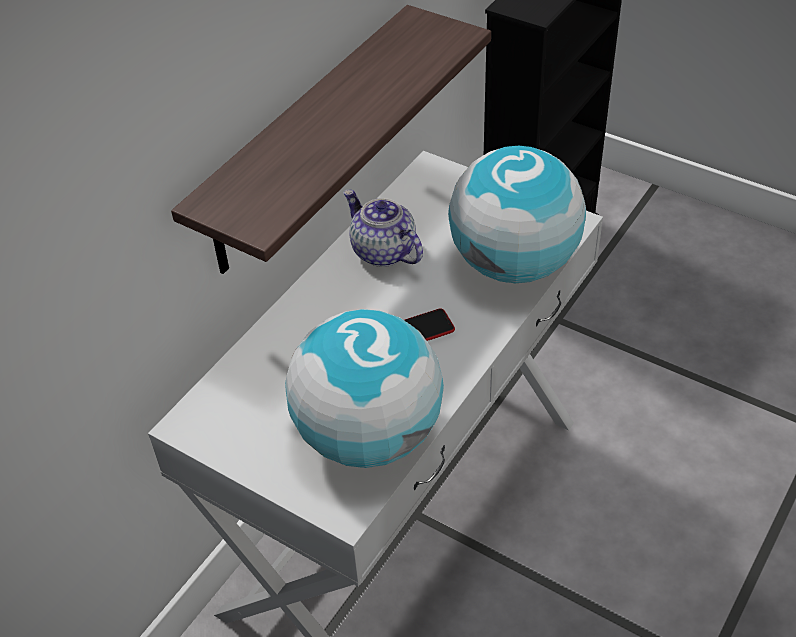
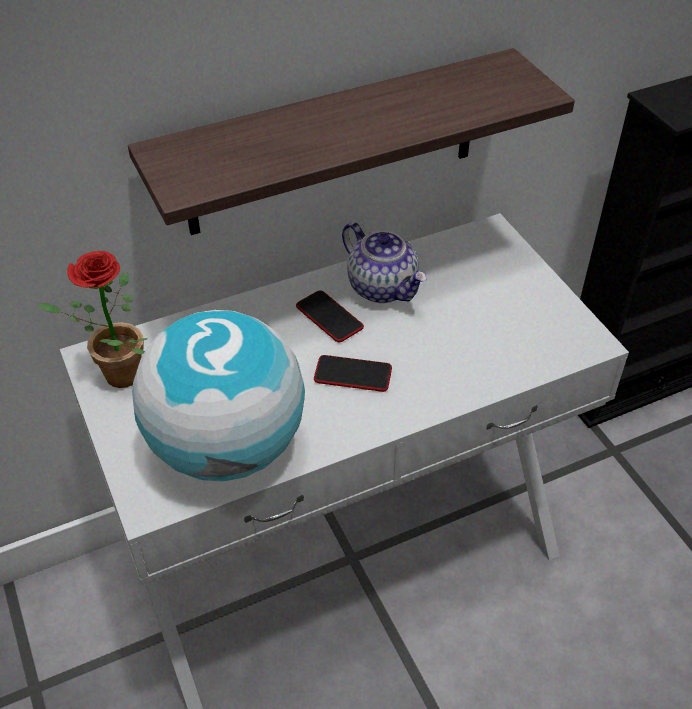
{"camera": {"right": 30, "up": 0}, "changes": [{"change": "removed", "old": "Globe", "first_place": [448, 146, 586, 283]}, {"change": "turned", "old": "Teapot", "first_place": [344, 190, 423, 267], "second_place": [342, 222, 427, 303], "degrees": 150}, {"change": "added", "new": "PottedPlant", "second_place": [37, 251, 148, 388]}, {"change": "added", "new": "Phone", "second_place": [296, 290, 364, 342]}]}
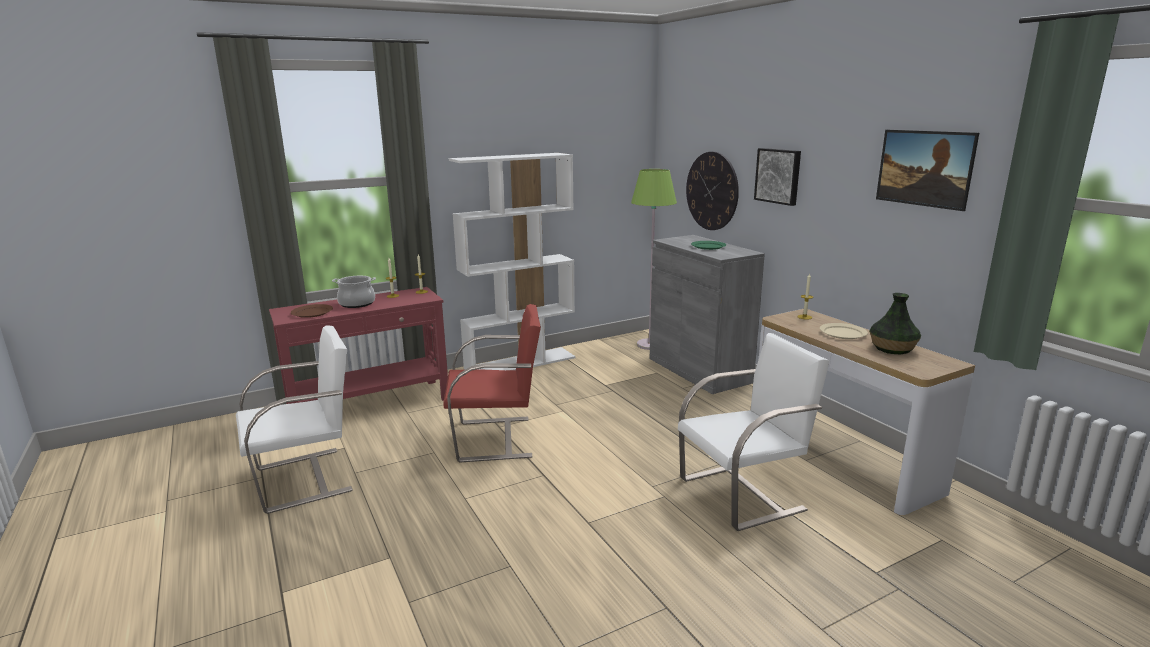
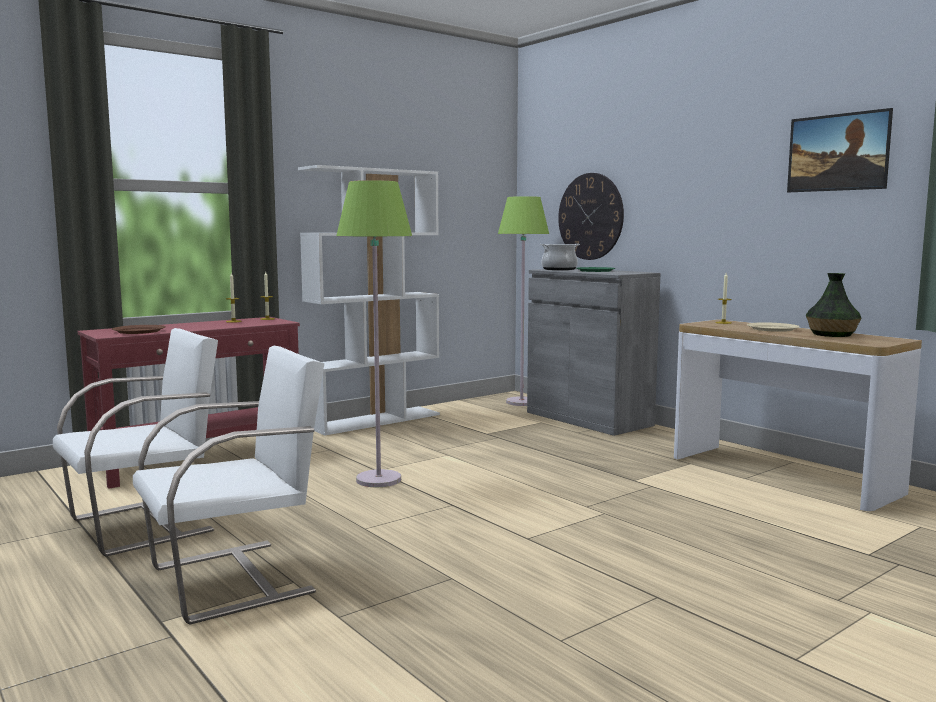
{"camera": {"right": -10, "up": -10}, "changes": [{"change": "removed", "old": "Picture", "first_place": [754, 148, 801, 206]}, {"change": "moved", "old": "CookingPot", "first_place": [332, 276, 376, 308], "second_place": [540, 244, 580, 270]}, {"change": "replaced", "old": "RedChair", "new": "GreenFloorLamp", "first_place": [443, 304, 541, 462], "second_place": [336, 180, 412, 487]}, {"change": "moved", "old": "WhiteChair", "first_place": [678, 333, 830, 531], "second_place": [133, 346, 324, 625]}]}
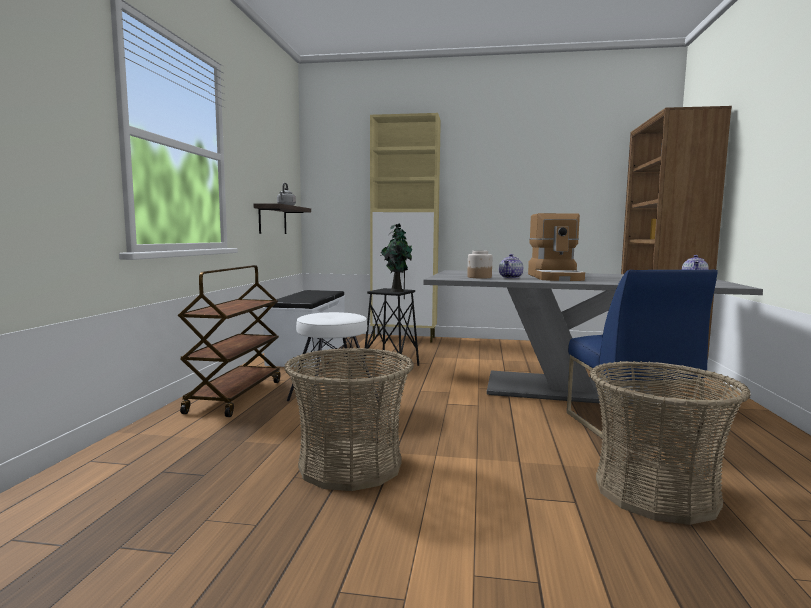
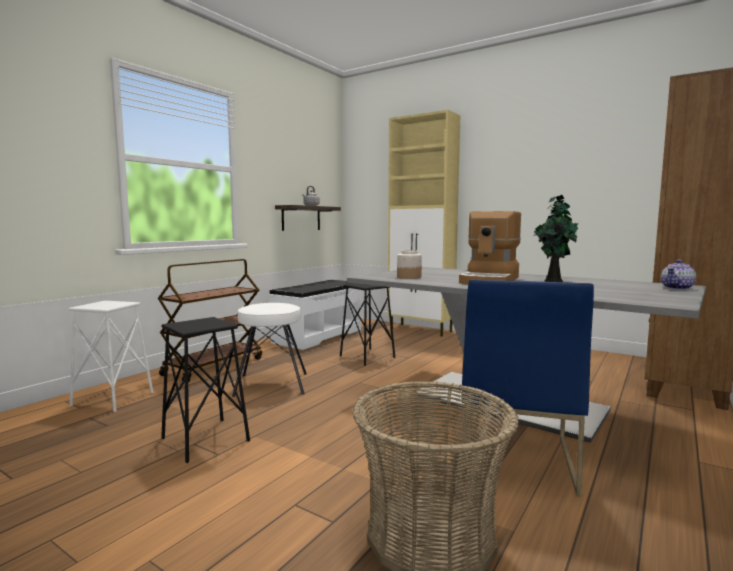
{"camera": {"right": 25, "up": 0}, "changes": [{"change": "moved", "old": "PottedPlant", "first_place": [380, 223, 412, 292], "second_place": [533, 195, 579, 282]}, {"change": "removed", "old": "Teapot", "first_place": [499, 254, 523, 278]}, {"change": "replaced", "old": "Basket", "new": "BlackStool", "first_place": [284, 348, 414, 491], "second_place": [161, 317, 250, 463]}, {"change": "added", "new": "WhiteStool", "second_place": [69, 301, 153, 412]}]}
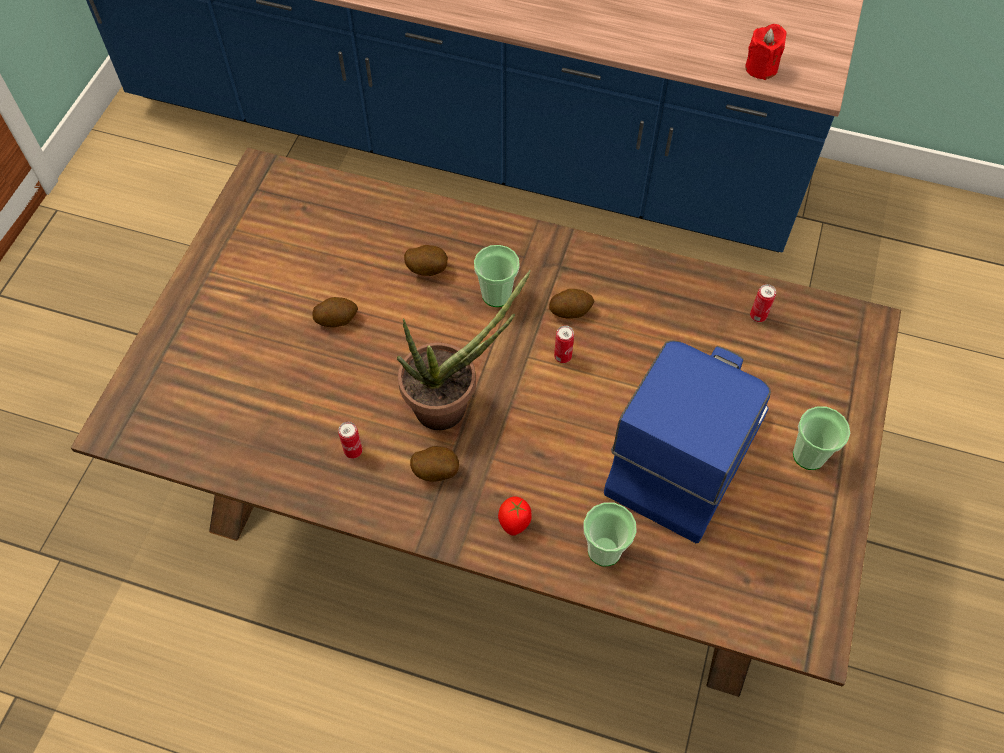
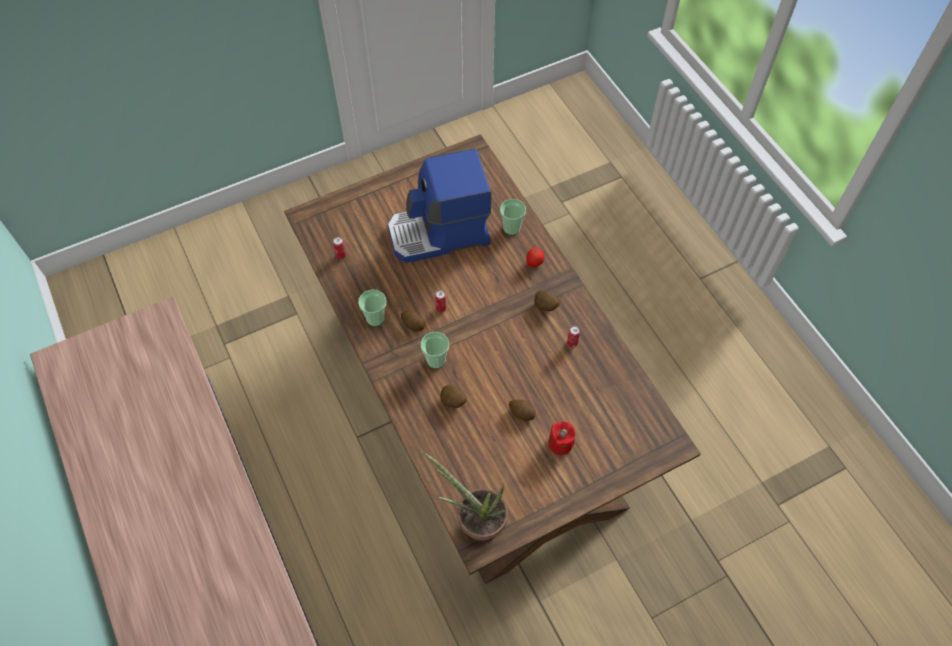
{"camera": {"right": -135, "up": 0}, "changes": [{"change": "moved", "old": "RedCandle", "first_place": [745, 24, 787, 80], "second_place": [548, 421, 575, 455]}, {"change": "moved", "old": "PottedPlant", "first_place": [397, 270, 531, 430], "second_place": [423, 452, 508, 543]}, {"change": "moved", "old": "Cup", "first_place": [793, 406, 850, 470], "second_place": [358, 290, 386, 327]}]}
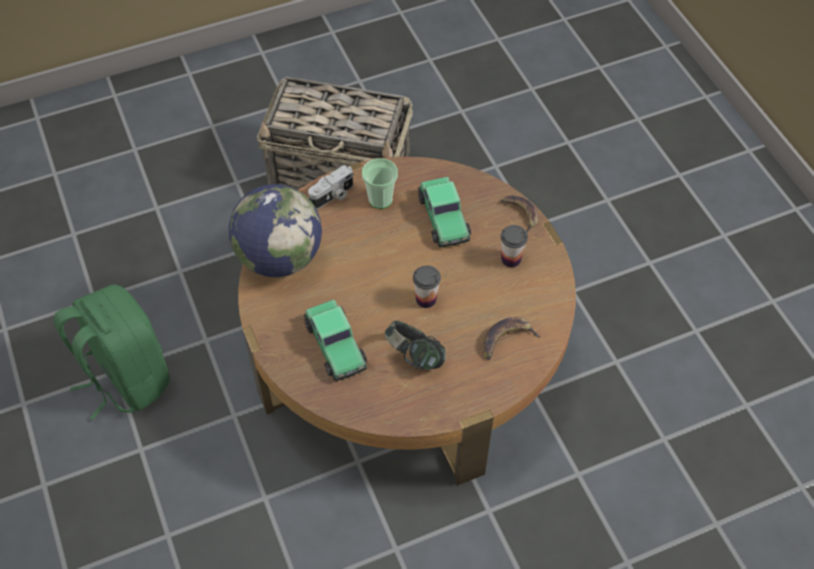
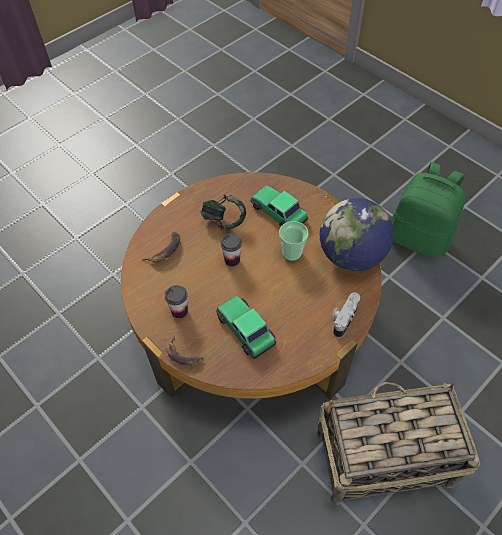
{"camera": {"right": 160, "up": 0}, "changes": [{"change": "moved", "old": "Cup", "first_place": [362, 158, 398, 209], "second_place": [279, 221, 308, 261]}]}
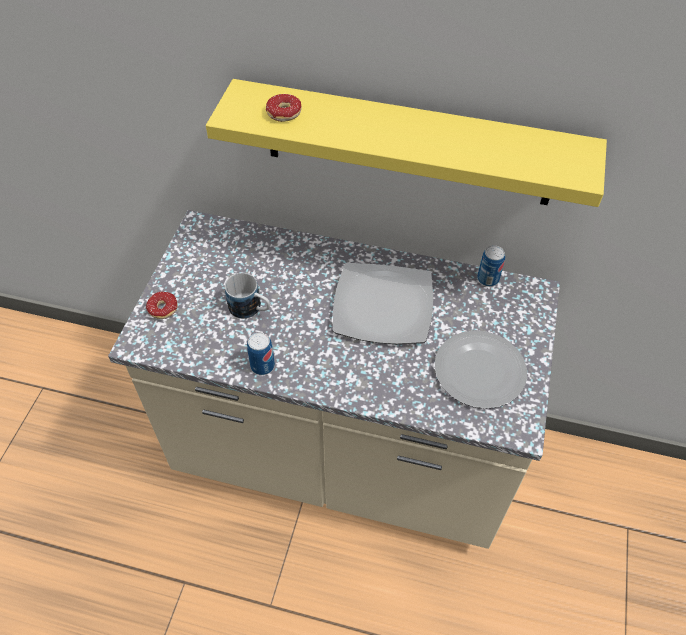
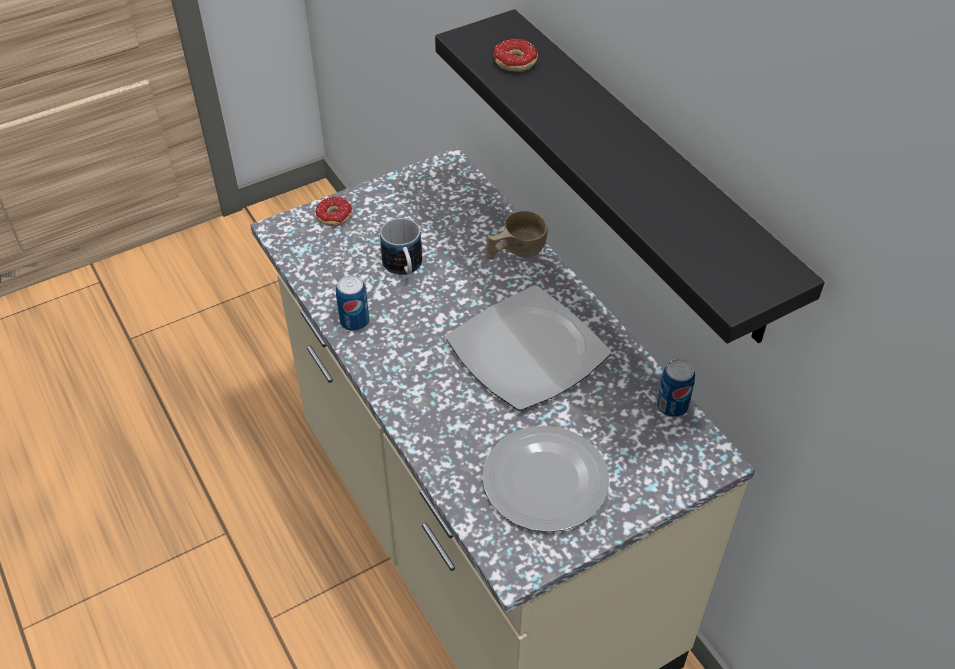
{"camera": {"right": 45, "up": -5}, "changes": [{"change": "recoloured", "old": "YellowShelf", "new": "BlackShelf", "first_place": [206, 79, 607, 207], "second_place": [435, 9, 825, 344]}, {"change": "added", "new": "BeigeCup", "second_place": [486, 211, 548, 260]}]}
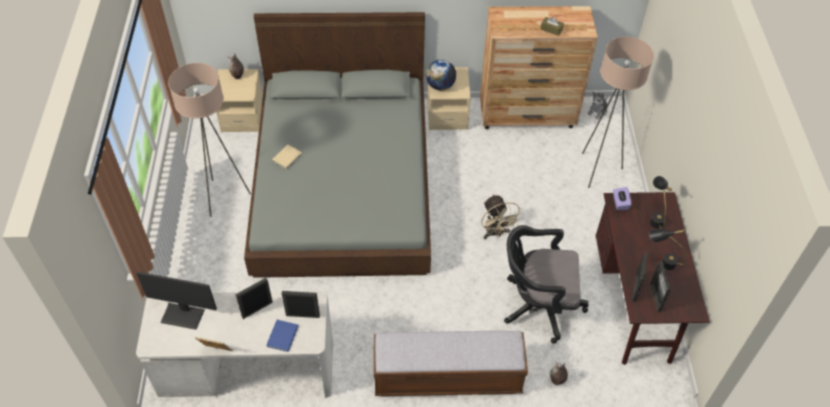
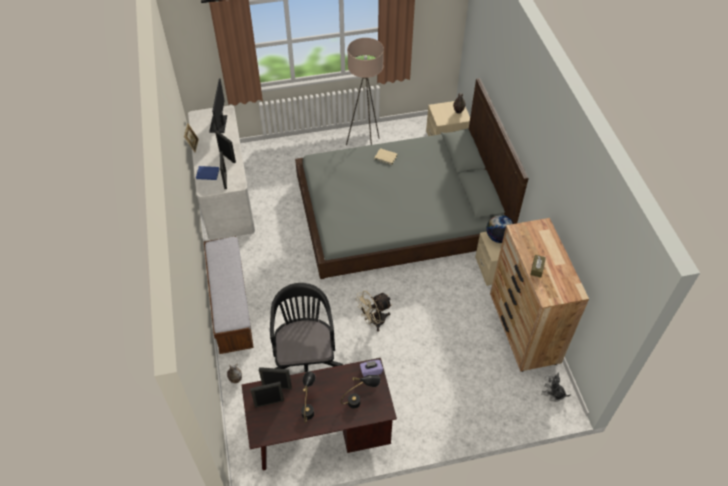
{"camera": {"right": 80, "up": 0}, "changes": [{"change": "removed", "old": "BeigeFloorLamp", "first_place": [582, 37, 654, 188]}]}
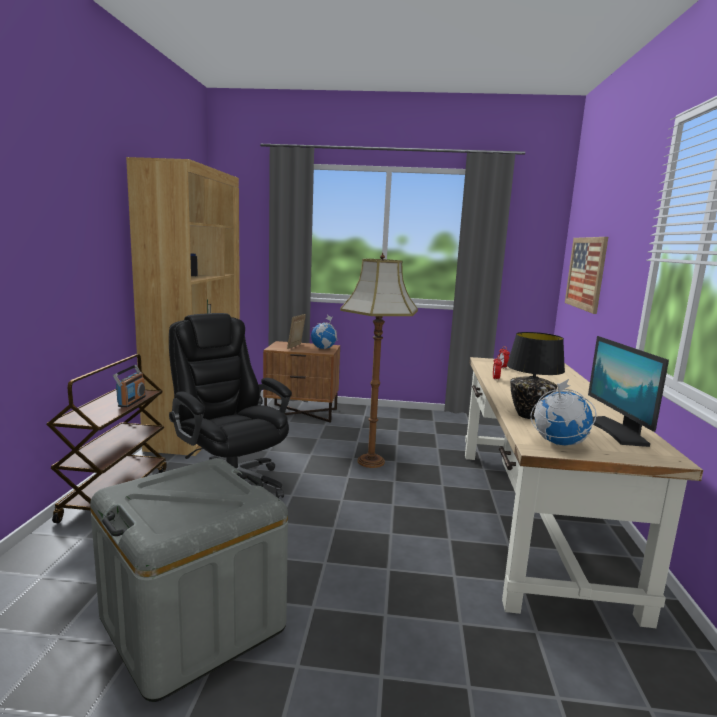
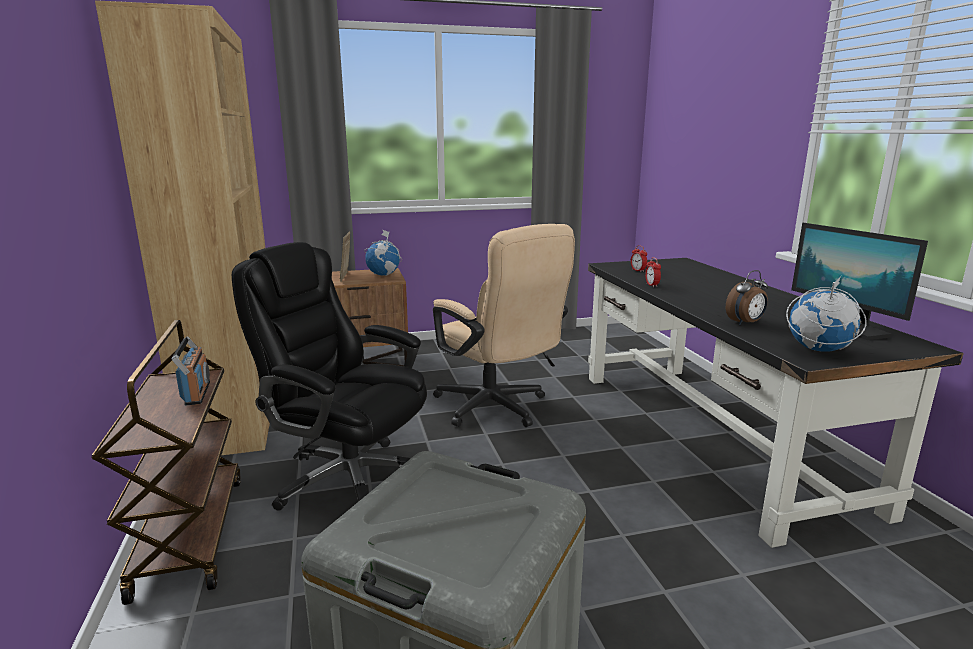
{"camera": {"right": -20, "up": 5}, "changes": [{"change": "removed", "old": "Picture", "first_place": [565, 237, 608, 314]}, {"change": "replaced", "old": "FloorLamp", "new": "BeigeOfficeChair", "first_place": [340, 252, 418, 468], "second_place": [433, 224, 575, 427]}, {"change": "replaced", "old": "BlackTableLamp", "new": "AlarmClock", "first_place": [507, 332, 565, 419], "second_place": [726, 270, 768, 325]}, {"change": "recoloured", "old": "BeigeDesk", "new": "BlackDesk", "first_place": [465, 357, 703, 628], "second_place": [588, 258, 964, 548]}]}
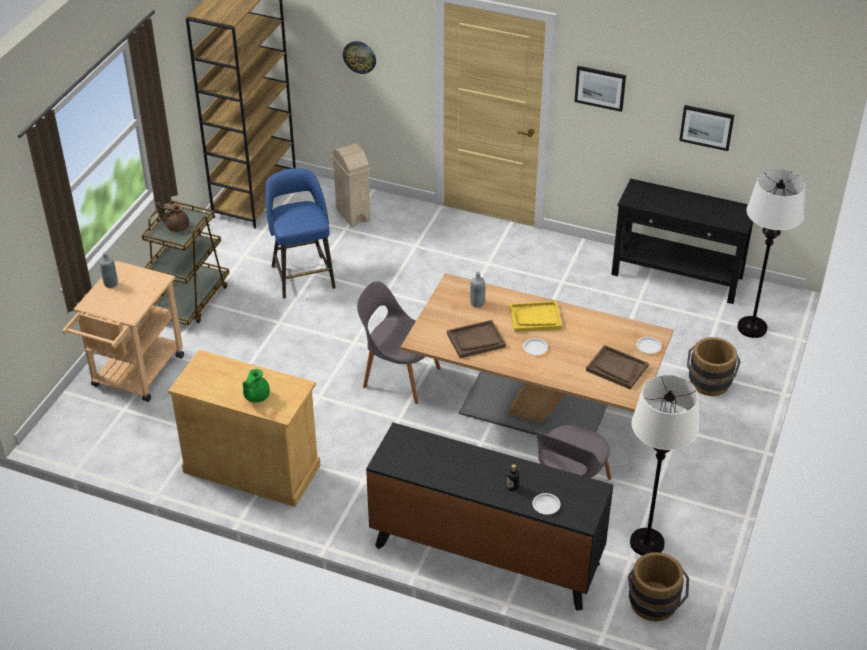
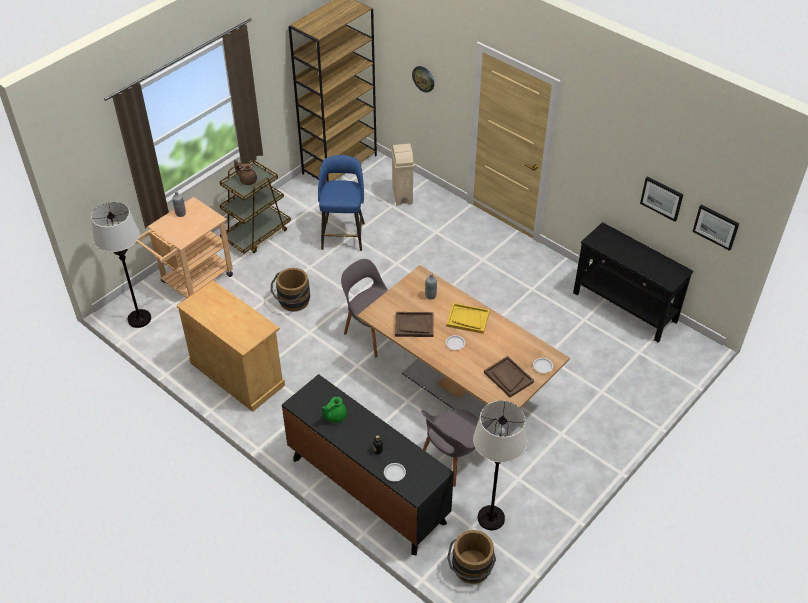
{"camera": {"right": 20, "up": 5}, "changes": [{"change": "moved", "old": "Picture", "first_place": [575, 66, 626, 112], "second_place": [692, 205, 739, 251]}, {"change": "moved", "old": "WhiteFloorLamp", "first_place": [737, 169, 805, 338], "second_place": [91, 202, 151, 328]}, {"change": "moved", "old": "BrownBucket", "first_place": [687, 337, 740, 396], "second_place": [271, 268, 310, 311]}, {"change": "moved", "old": "GreenTeapot", "first_place": [243, 369, 270, 402], "second_place": [322, 396, 347, 423]}]}
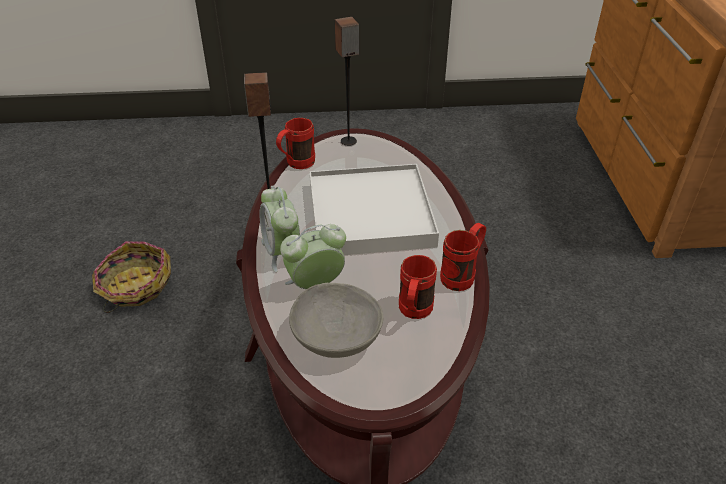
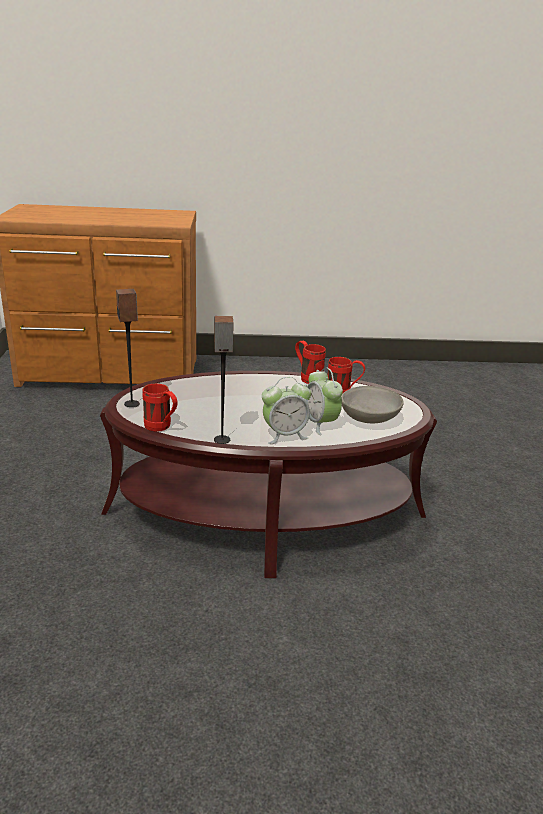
{"camera": {"right": -90, "up": -15}, "changes": [{"change": "removed", "old": "WhiteTray", "first_place": [310, 164, 439, 255]}, {"change": "removed", "old": "Basket", "first_place": [92, 241, 171, 313]}]}
